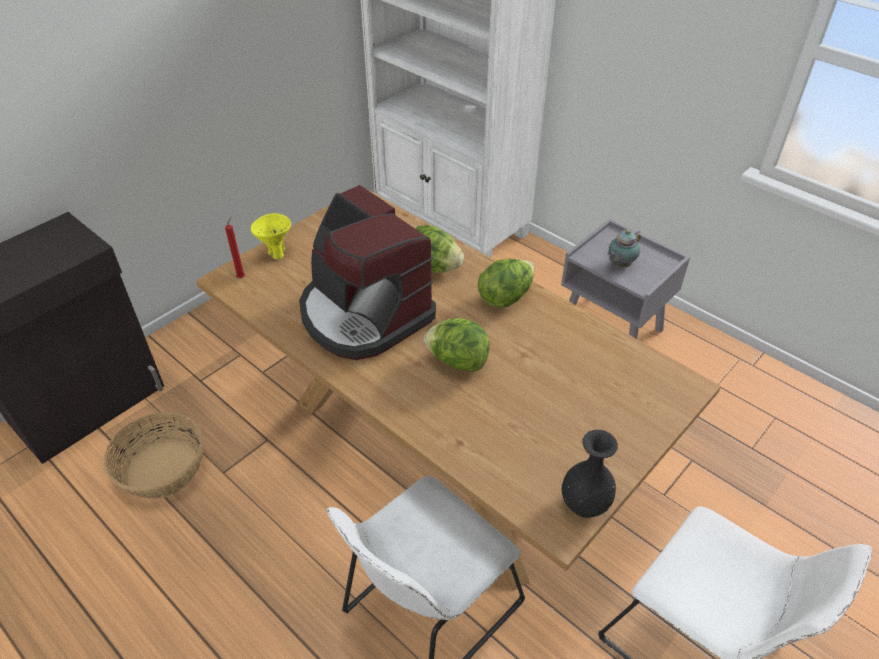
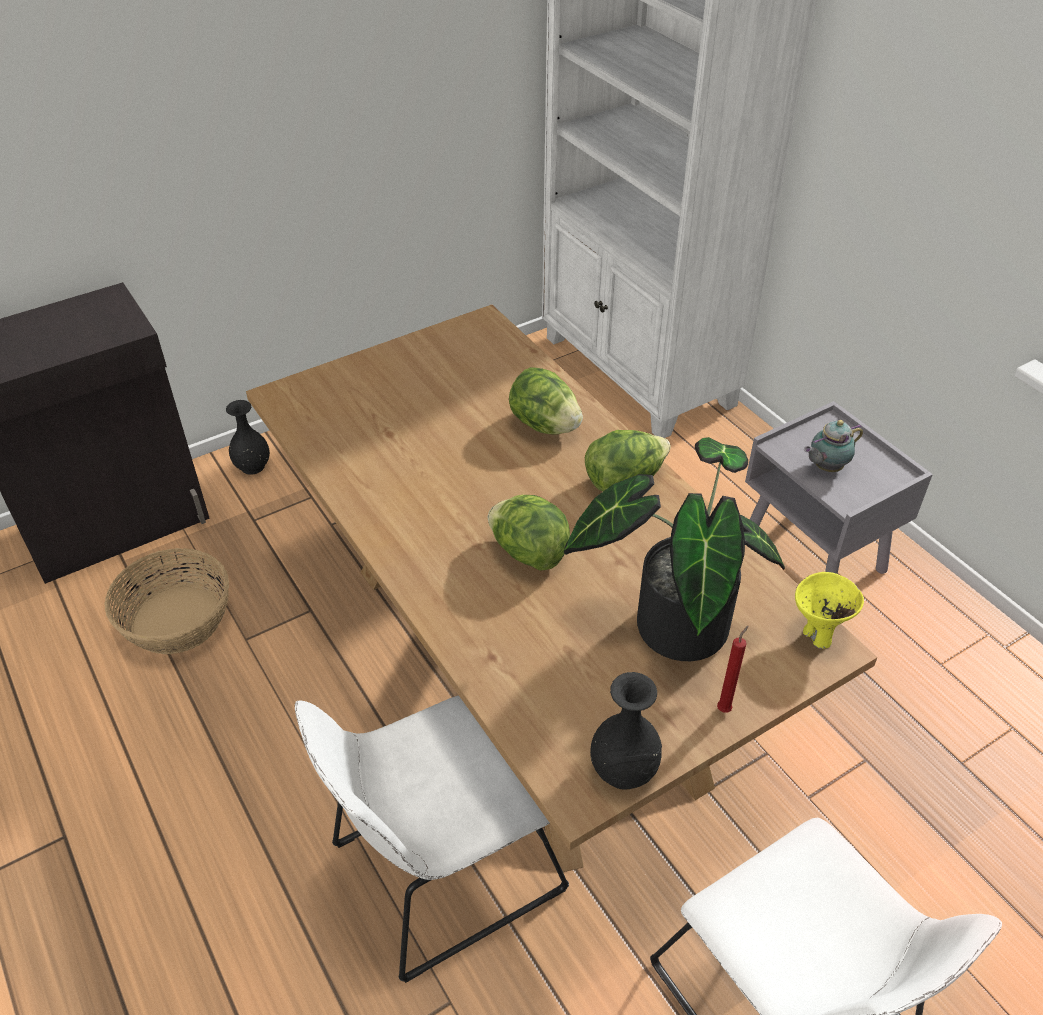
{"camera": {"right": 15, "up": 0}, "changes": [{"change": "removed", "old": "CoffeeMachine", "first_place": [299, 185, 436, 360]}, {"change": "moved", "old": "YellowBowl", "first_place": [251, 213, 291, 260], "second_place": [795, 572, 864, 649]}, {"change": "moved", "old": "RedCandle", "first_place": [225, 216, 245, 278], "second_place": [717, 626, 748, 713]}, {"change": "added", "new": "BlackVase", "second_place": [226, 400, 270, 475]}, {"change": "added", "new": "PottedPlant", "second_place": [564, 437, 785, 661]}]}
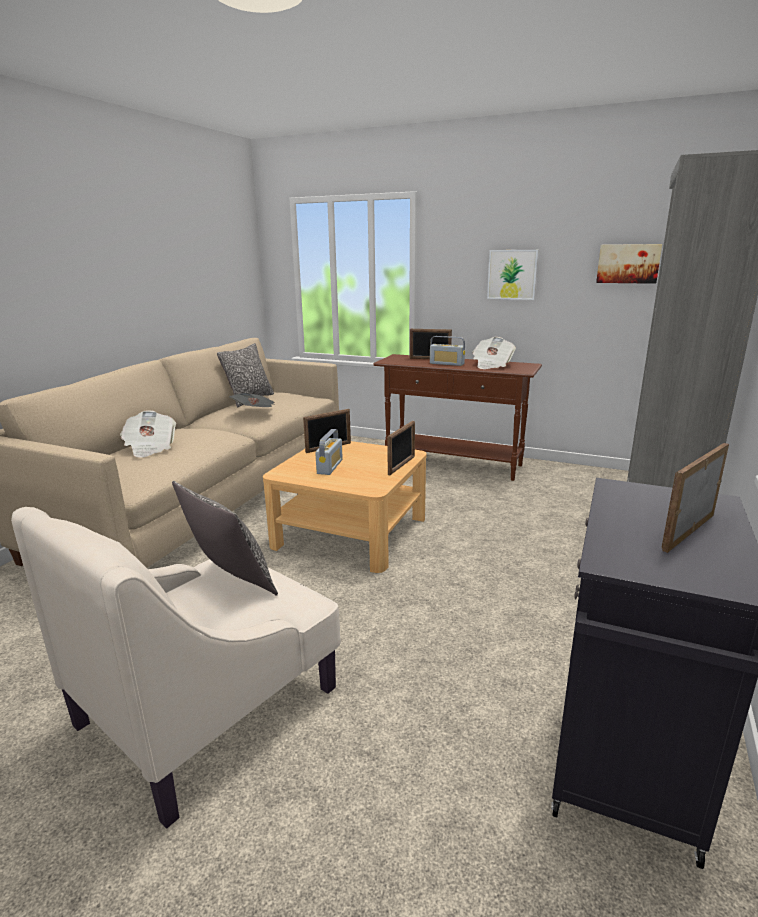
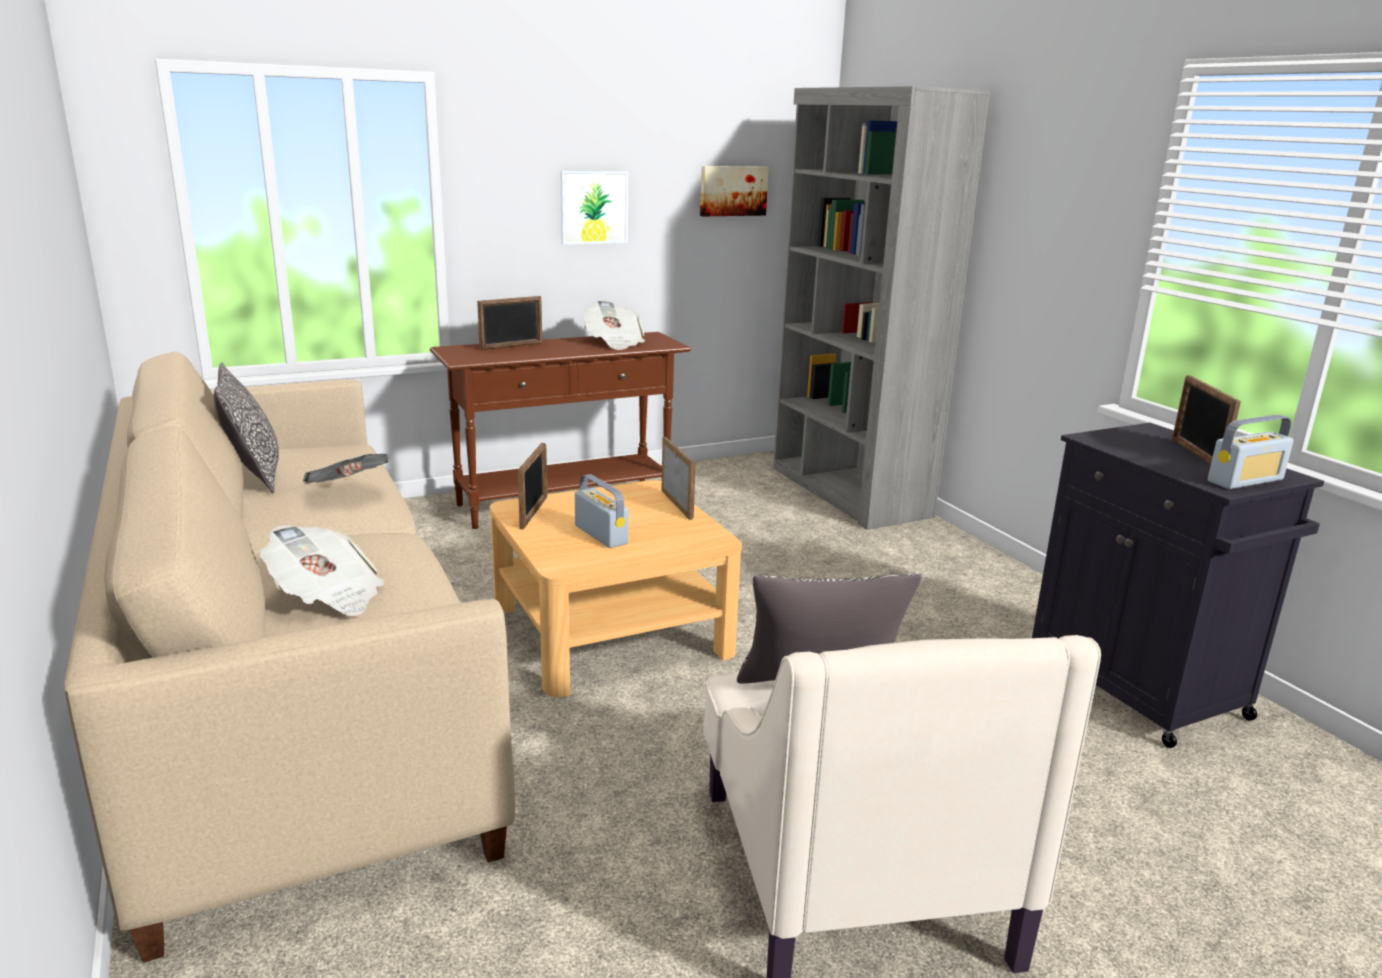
{"camera": {"right": -50, "up": 0}, "changes": [{"change": "moved", "old": "Radio", "first_place": [430, 336, 465, 366], "second_place": [1208, 415, 1294, 489]}]}
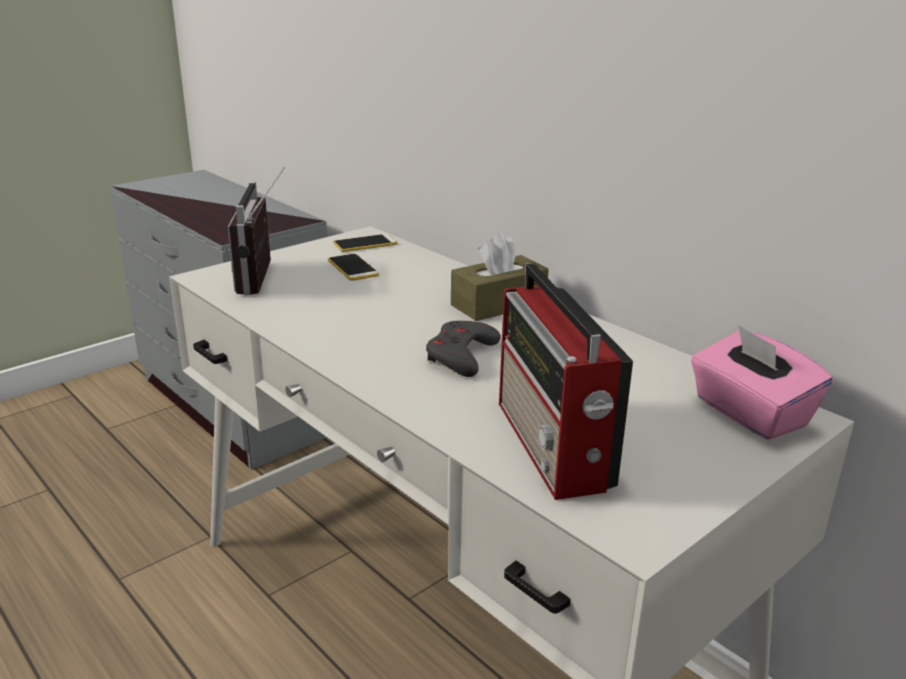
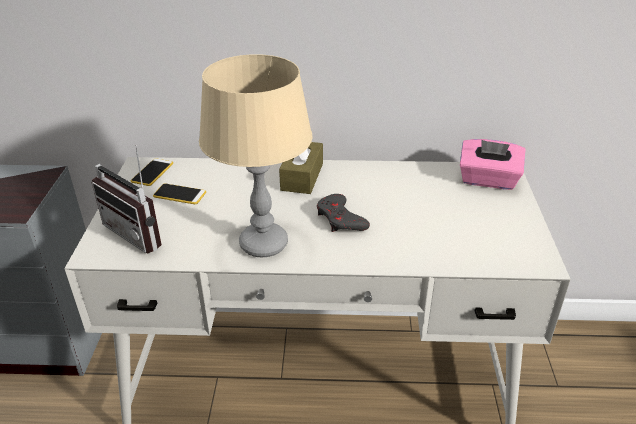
{"camera": {"right": -45, "up": 10}, "changes": [{"change": "removed", "old": "Radio", "first_place": [499, 263, 633, 500]}, {"change": "added", "new": "BeigeTableLamp", "second_place": [199, 54, 312, 257]}]}
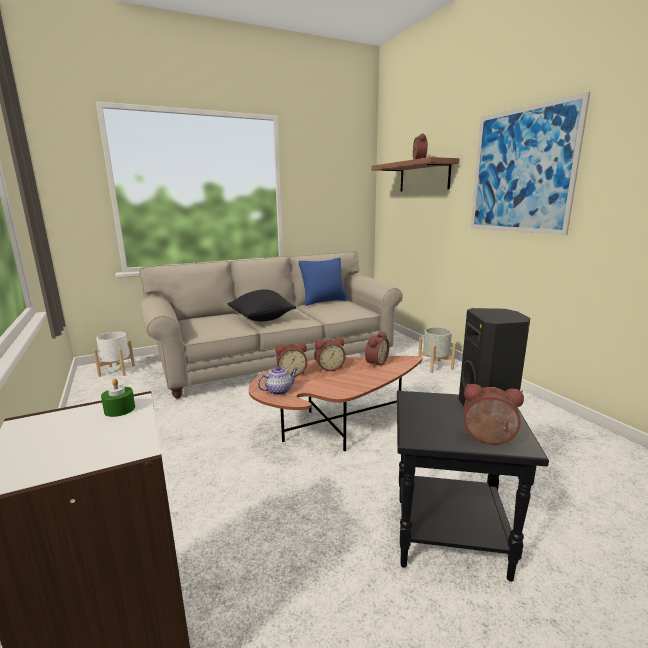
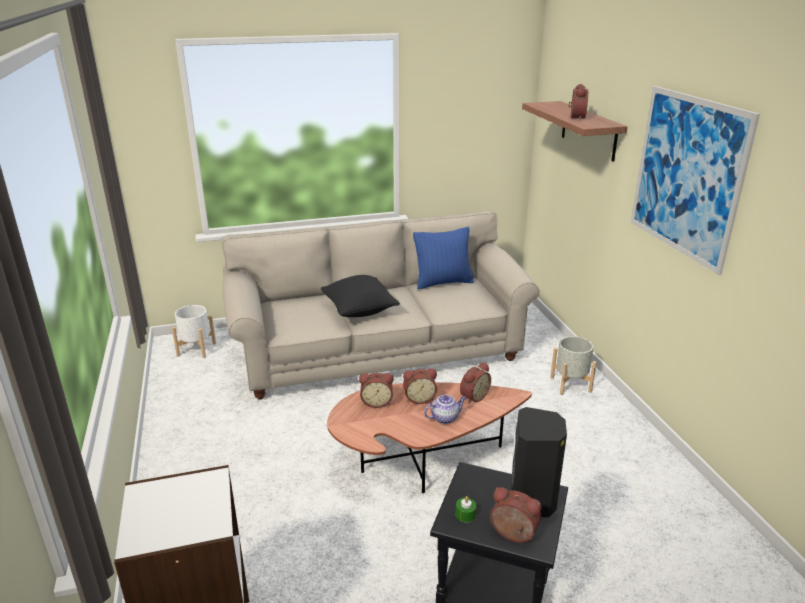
{"camera": {"right": 10, "up": 10}, "changes": [{"change": "moved", "old": "Teapot", "first_place": [257, 366, 298, 395], "second_place": [424, 395, 466, 424]}, {"change": "moved", "old": "GreenCandle", "first_place": [101, 379, 135, 417], "second_place": [456, 496, 477, 522]}]}
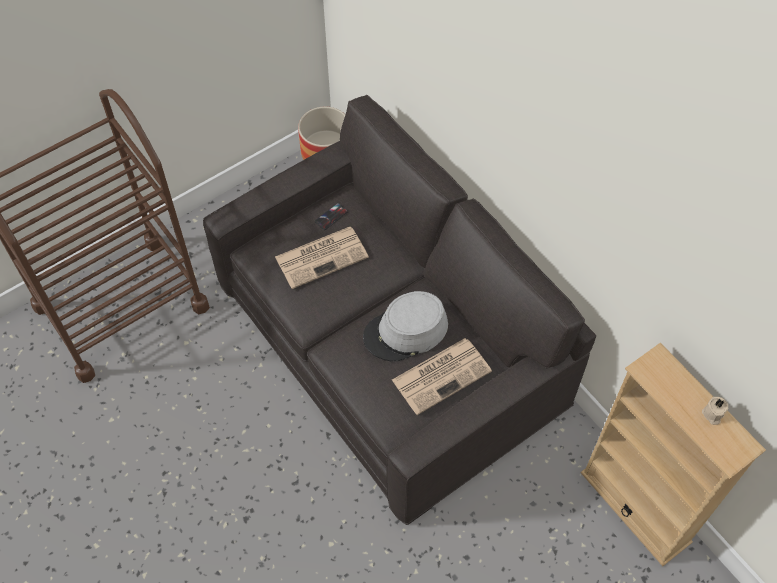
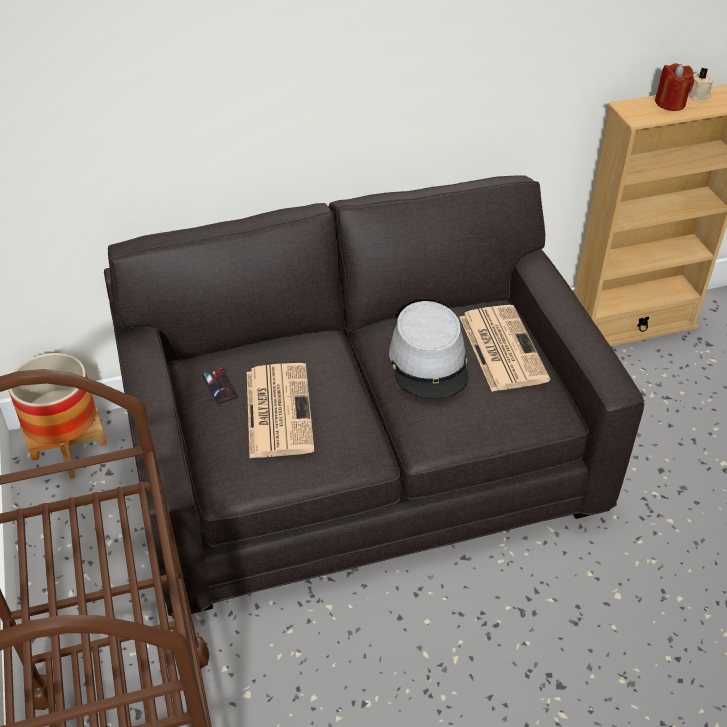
{"camera": {"right": -70, "up": -15}, "changes": [{"change": "added", "new": "RedCandle", "second_place": [655, 63, 694, 111]}]}
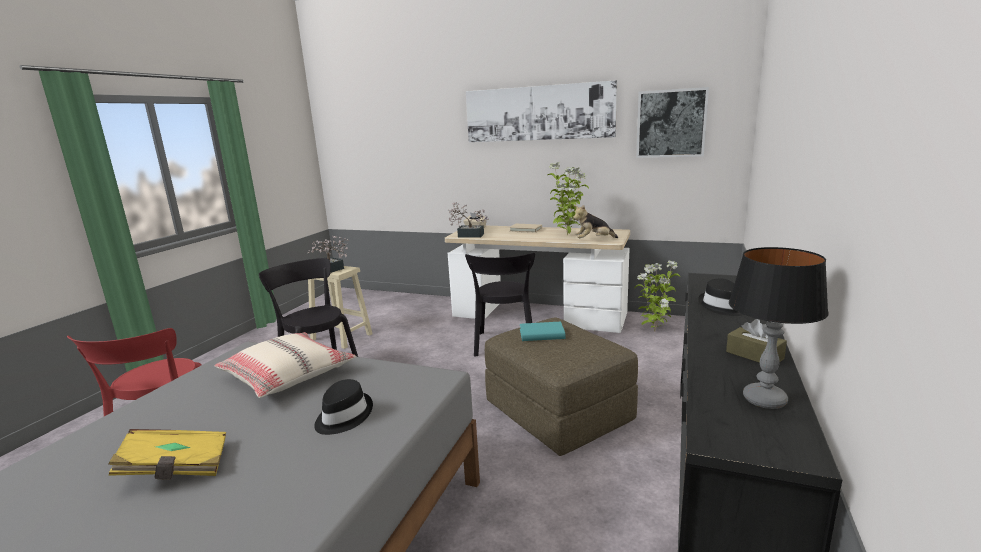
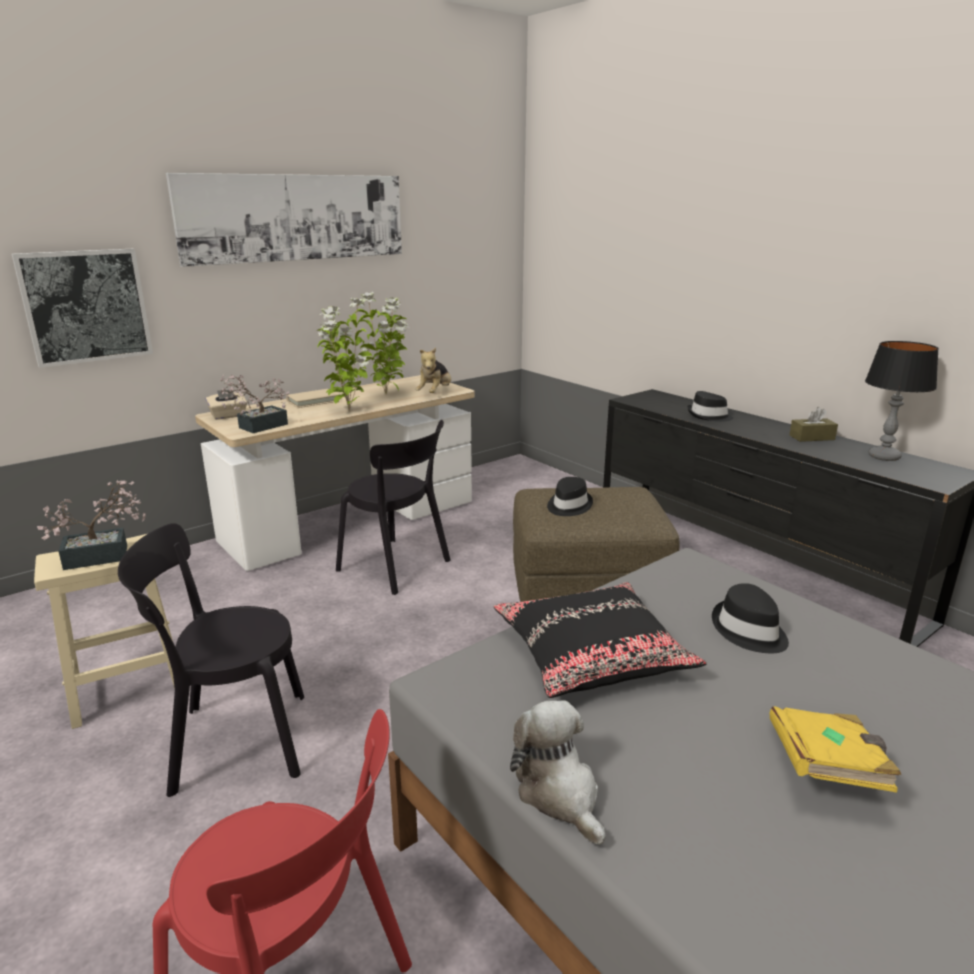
{"camera": {"right": -60, "up": 5}, "changes": [{"change": "moved", "old": "Picture", "first_place": [636, 87, 709, 158], "second_place": [12, 249, 153, 368]}, {"change": "moved", "old": "PottedPlant", "first_place": [634, 260, 680, 331], "second_place": [317, 297, 373, 411]}, {"change": "replaced", "old": "TurquoiseBook", "new": "BlackHat", "first_place": [520, 322, 566, 341], "second_place": [547, 477, 593, 516]}, {"change": "recoloured", "old": "BeigePillow", "new": "BlackPillow", "first_place": [214, 332, 356, 398], "second_place": [494, 582, 707, 698]}, {"change": "added", "new": "PlushToy", "second_place": [510, 700, 606, 845]}]}
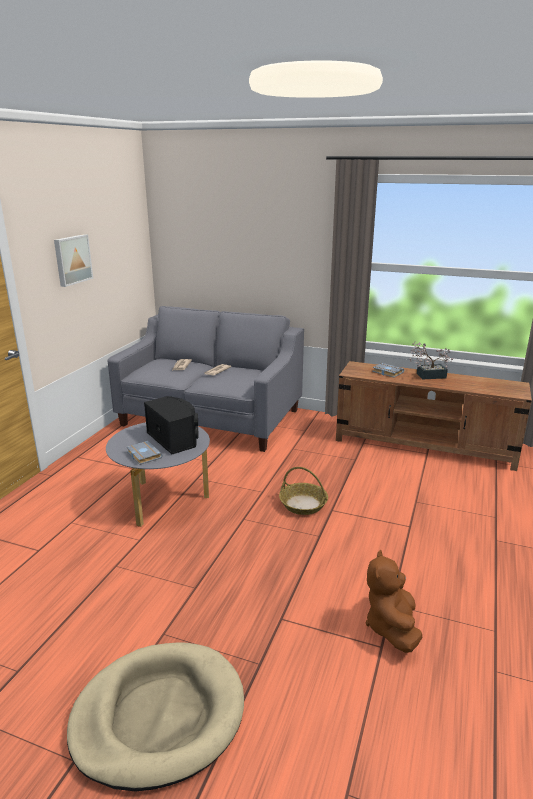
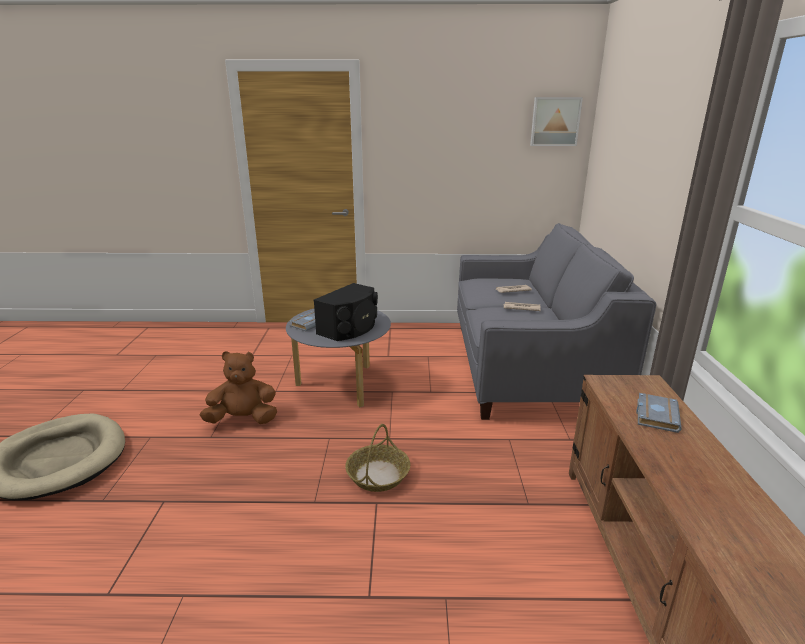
{"camera": {"right": 70, "up": 0}, "changes": [{"change": "moved", "old": "Picture", "first_place": [54, 234, 93, 287], "second_place": [530, 97, 583, 146]}, {"change": "removed", "old": "PottedPlant", "first_place": [409, 341, 453, 379]}, {"change": "moved", "old": "BrownPlushToy", "first_place": [366, 550, 422, 653], "second_place": [200, 351, 277, 424]}]}
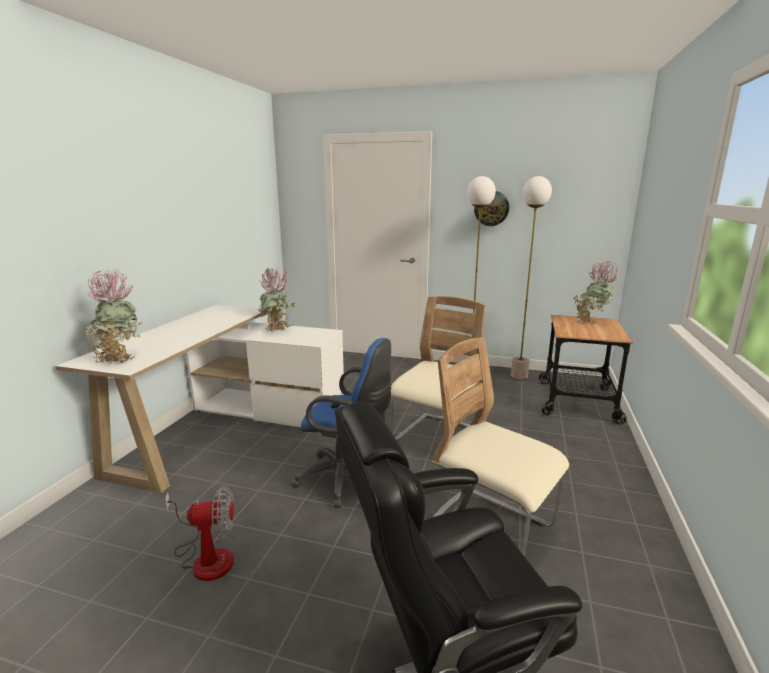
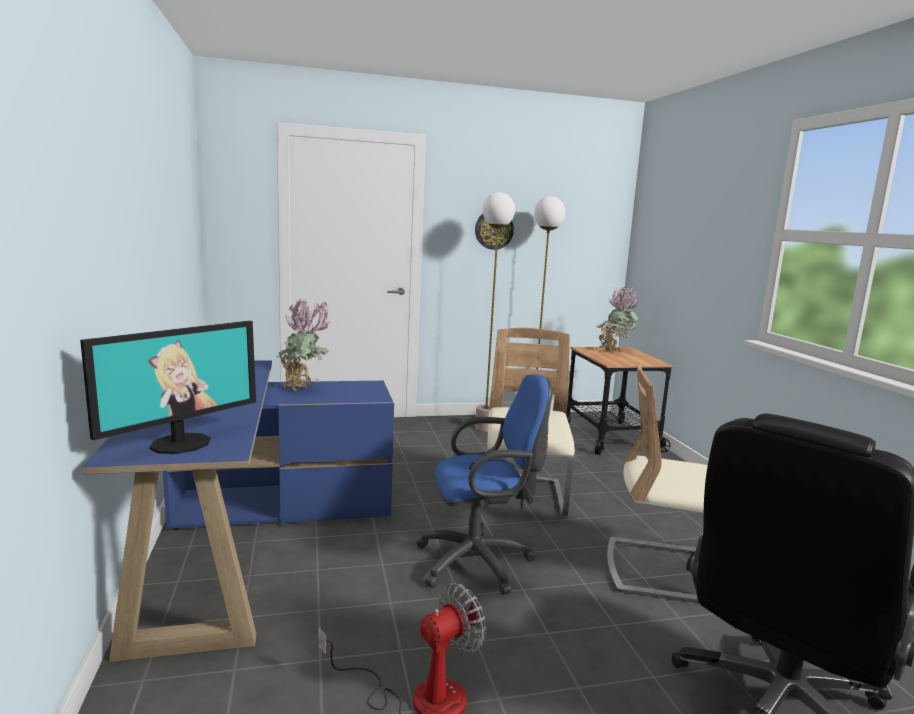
{"camera": {"right": -30, "up": -5}, "changes": [{"change": "replaced", "old": "PottedPlant", "new": "Monitor", "first_place": [83, 268, 142, 364], "second_place": [80, 321, 256, 454]}, {"change": "recoloured", "old": "WhiteDesk", "new": "BlueDesk", "first_place": [55, 305, 344, 493], "second_place": [82, 360, 394, 662]}]}
